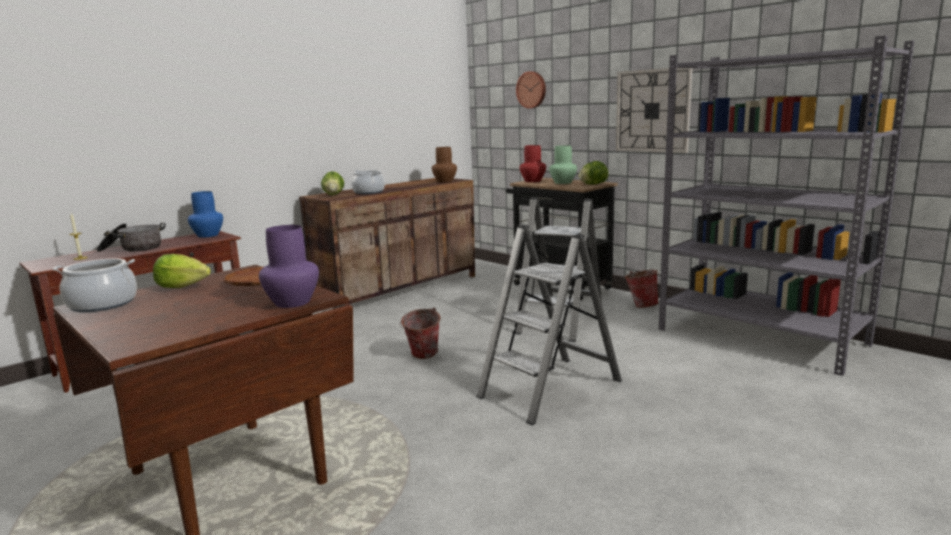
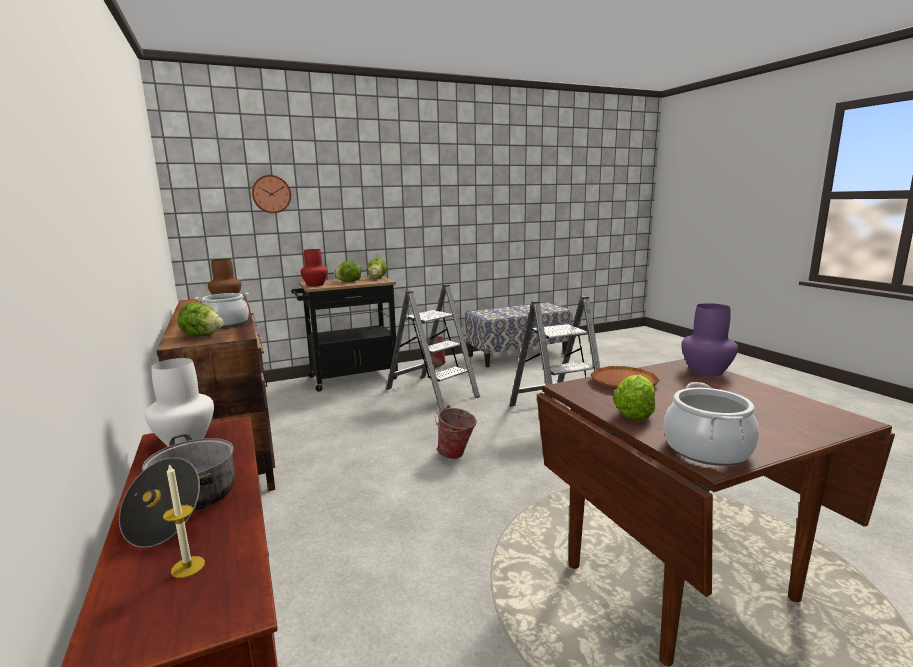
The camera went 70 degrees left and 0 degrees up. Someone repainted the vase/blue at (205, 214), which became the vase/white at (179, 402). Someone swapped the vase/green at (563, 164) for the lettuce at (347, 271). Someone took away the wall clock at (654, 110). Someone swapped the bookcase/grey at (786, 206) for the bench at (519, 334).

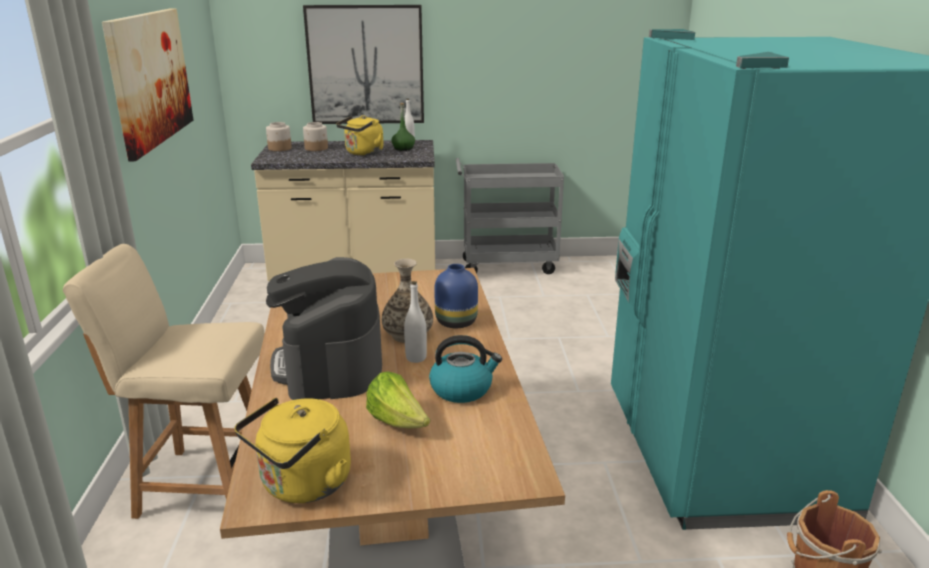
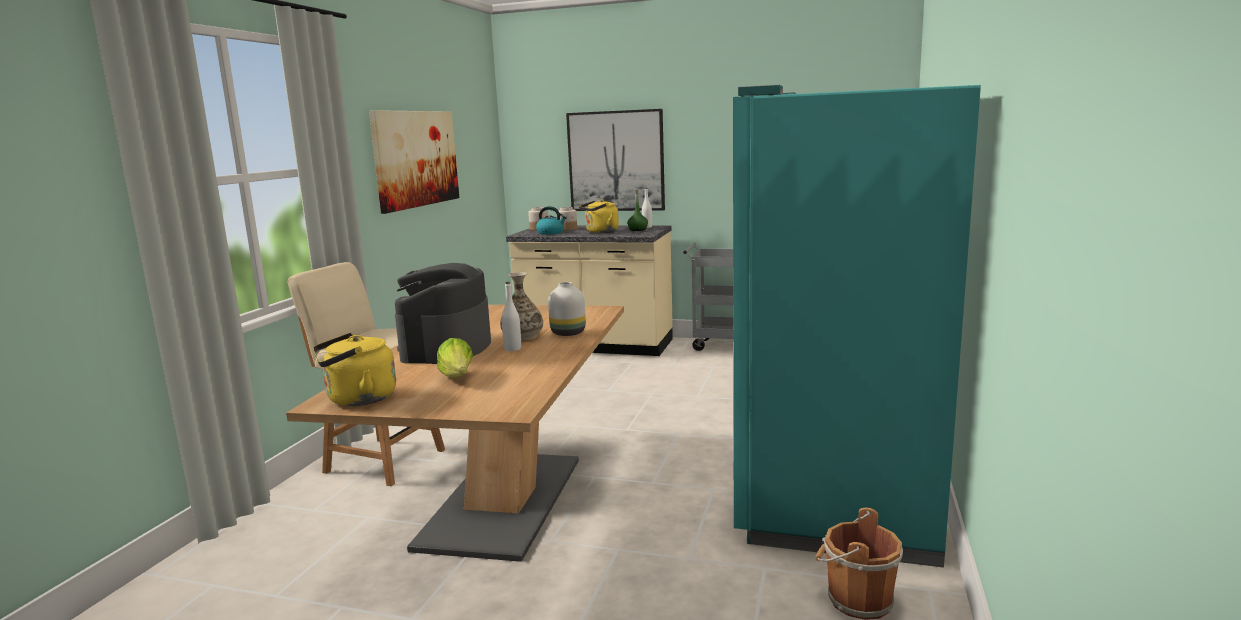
The camera went 20 degrees right and 10 degrees down. Someone carried the kettle from (465, 369) to (551, 220). Someone repainted the vase/blue at (456, 296), which became the vase/white at (567, 309).

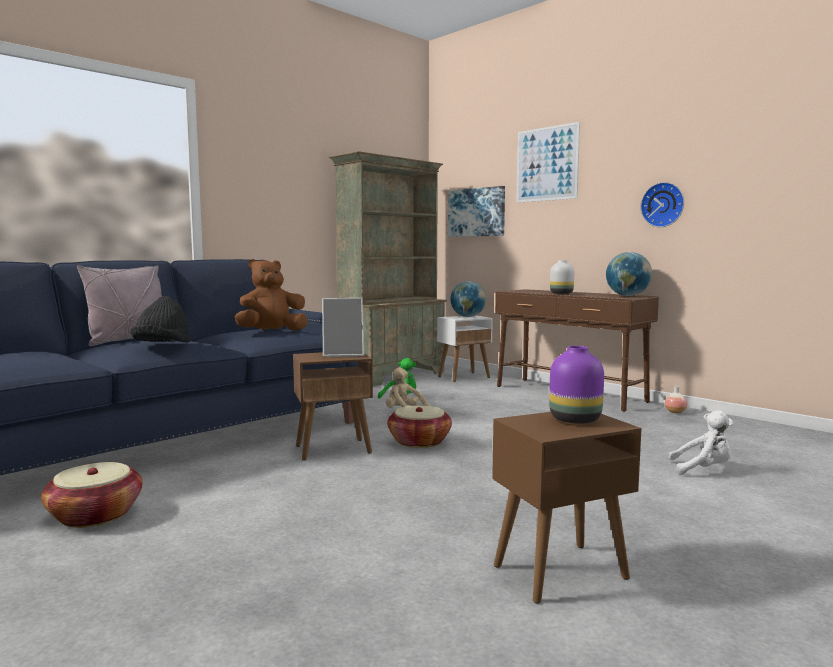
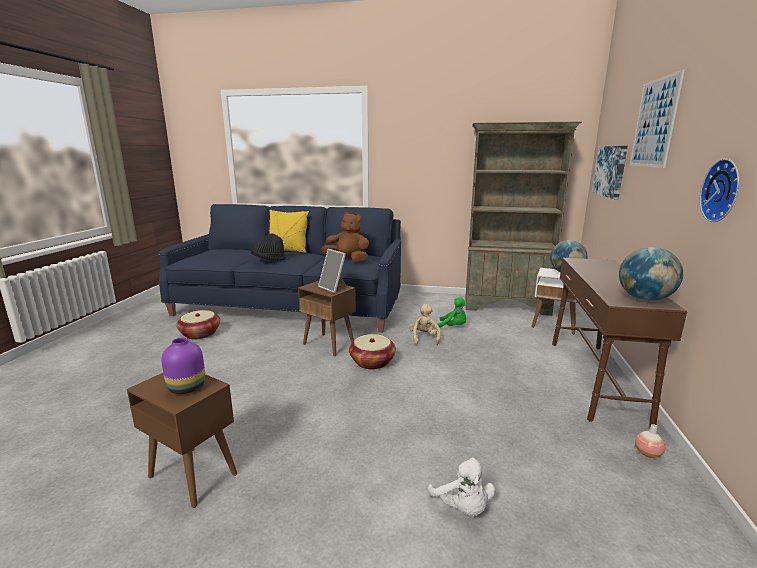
The camera went 55 degrees right and 10 degrees up. Someone repainted the pillow/purple at (119, 305), which became the pillow/yellow at (289, 231). Someone took away the vase/white at (562, 277).

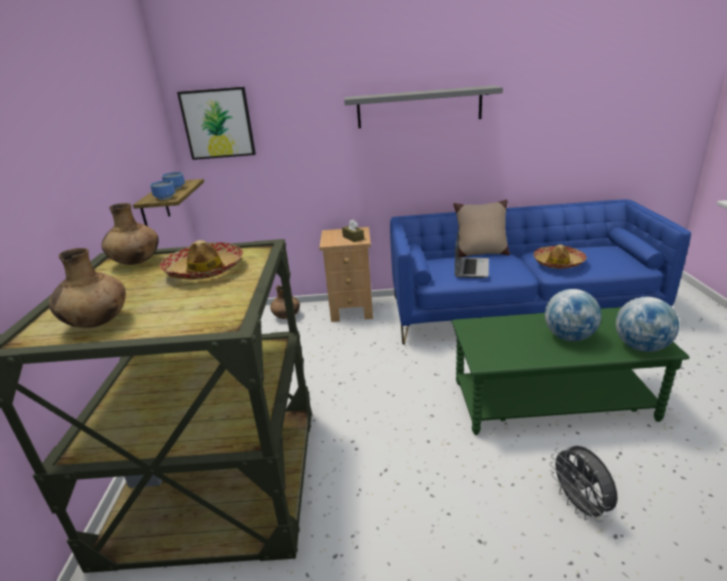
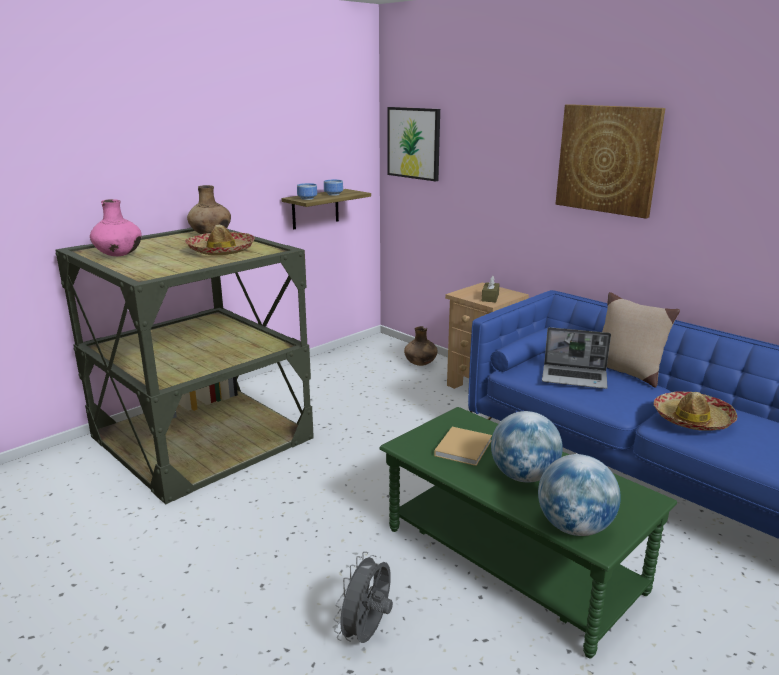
The camera went 45 degrees right and 5 degrees down. Someone repainted the vase/brown at (87, 288), which became the vase/pink at (116, 227). Someone swapped the shelf/grey at (423, 106) for the picture at (610, 161). Someone rotated the laptop at (472, 254) by 45 degrees clockwise. Someone put down the book/beige at (463, 446).

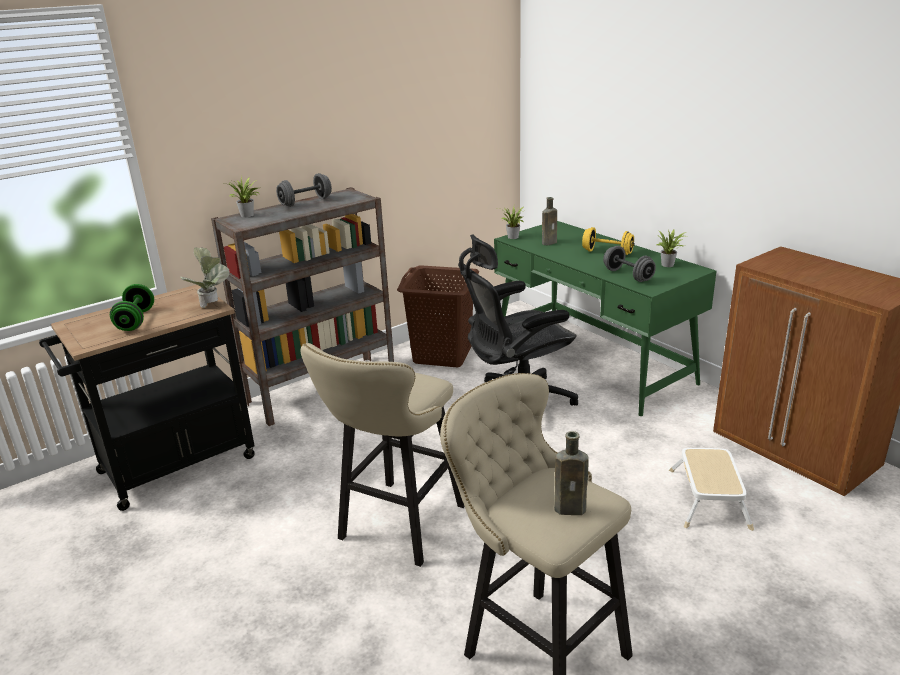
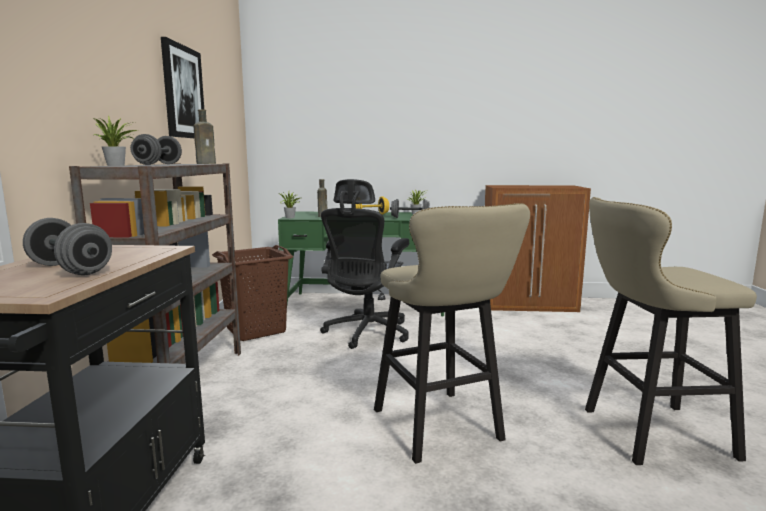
The camera went 50 degrees left and 15 degrees down. Someone repainted the dumbbell/green at (132, 307), which became the dumbbell/grey at (67, 246). Someone took away the potted plant at (205, 277). Someone carried the bottle/brown from (571, 473) to (205, 136). Someone took away the step ladder/beige at (711, 489). Someone put up the picture at (182, 87).

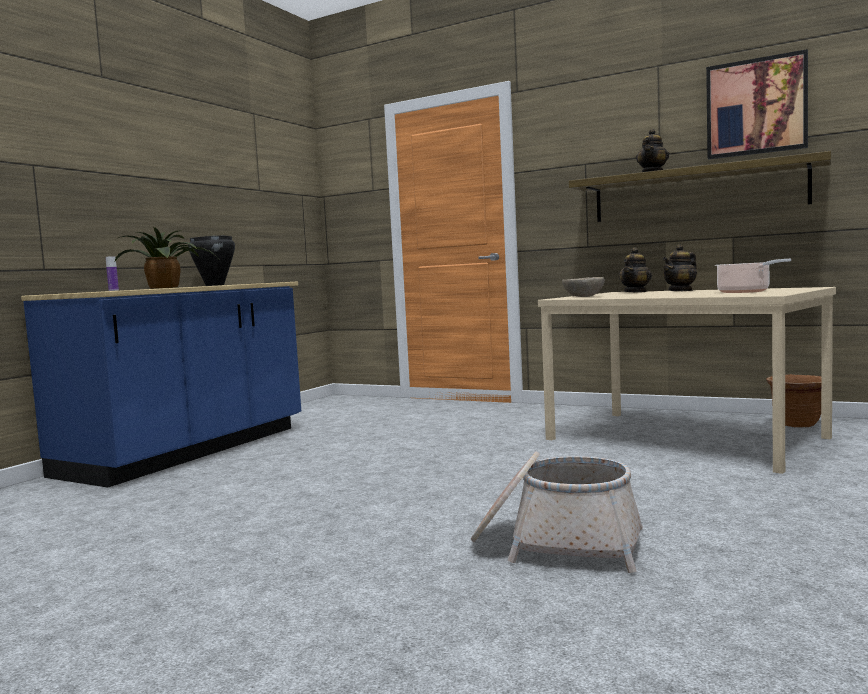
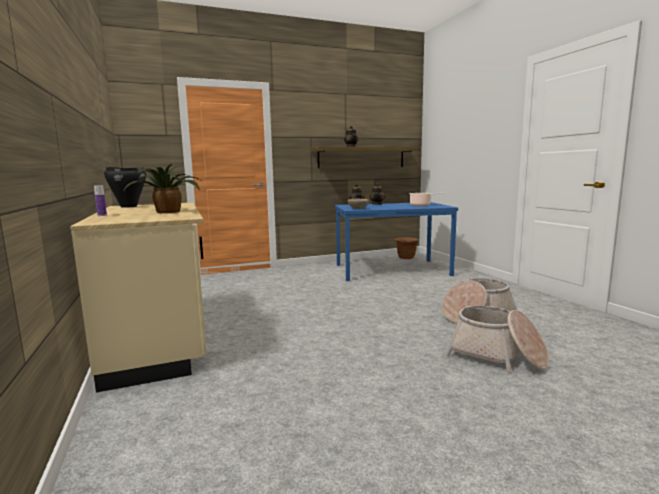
The camera went 50 degrees left and 5 degrees up. Someone repainted the counter/blue at (161, 385), which became the counter/beige at (138, 298). Someone repainted the dining table/beige at (687, 380), which became the dining table/blue at (396, 241). Someone took away the picture at (757, 104). Someone put down the basket at (497, 338).

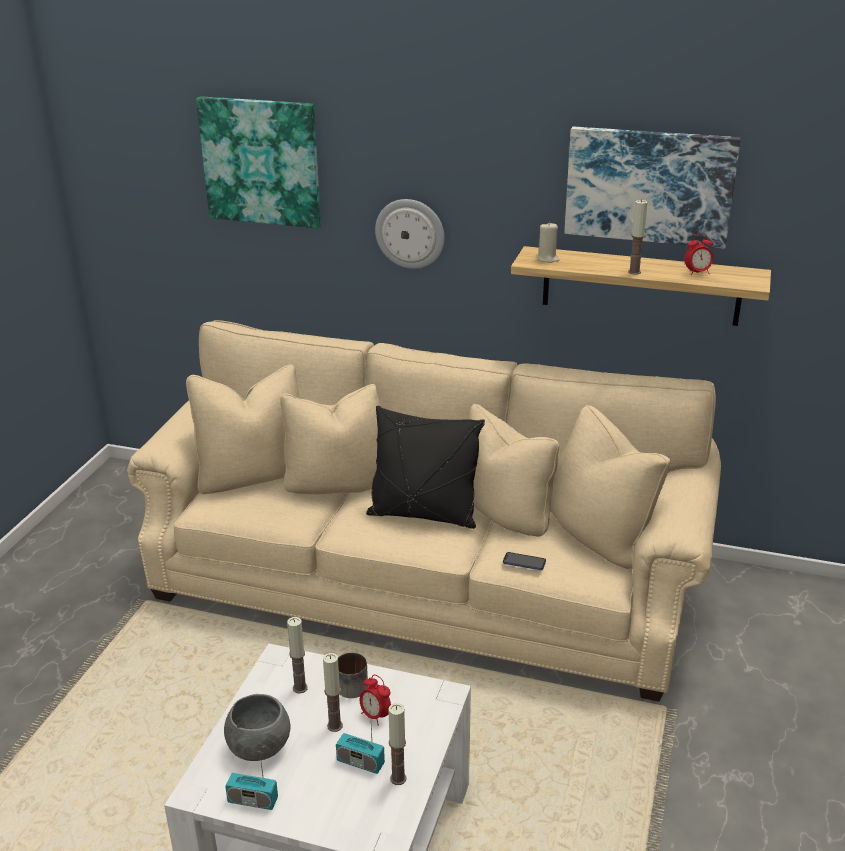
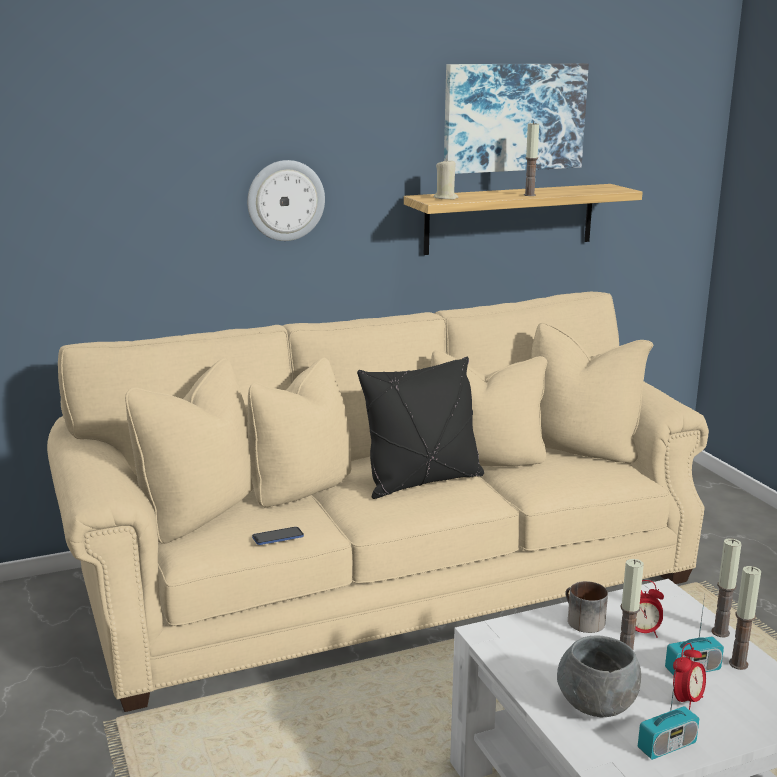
The camera went 40 degrees left and 10 degrees down. Someone took away the picture at (258, 162). Someone carried the candle from (297, 655) to (726, 587). Someone carried the phone from (524, 561) to (278, 536). Someone carried the alarm clock from (699, 254) to (689, 676).

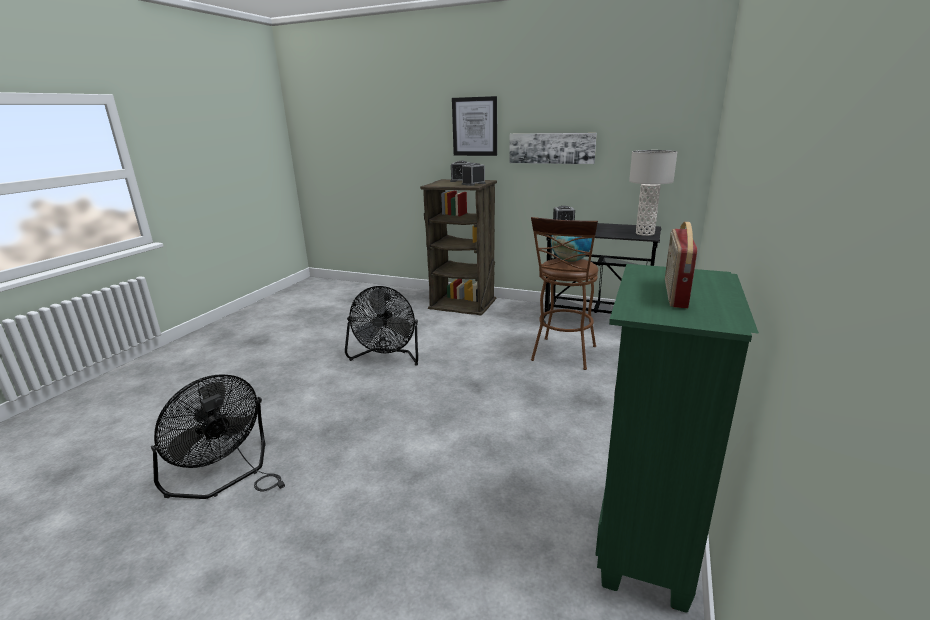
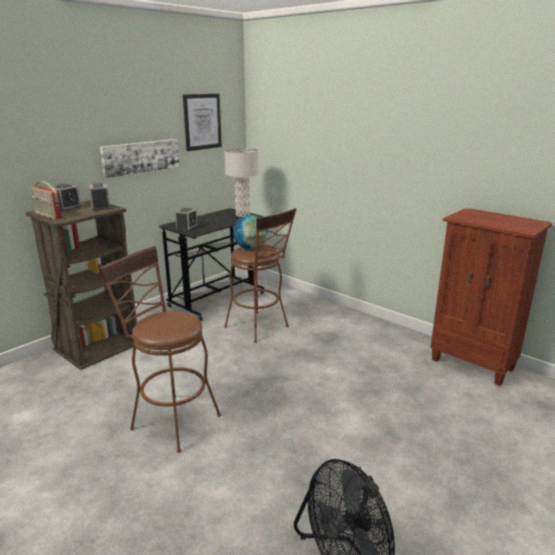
The camera went 70 degrees left and 0 degrees up. Someone swapped the fan/black at (381, 326) for the stool/brown at (160, 349). Someone carried the picture from (474, 126) to (202, 122). Someone repainted the cabinet/green at (677, 438), which became the cabinet/brown at (491, 297). Someone carried the radio from (681, 265) to (46, 200).

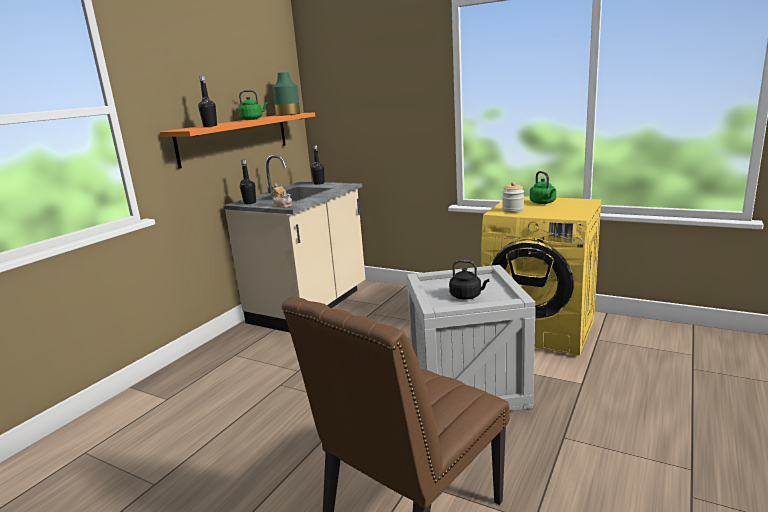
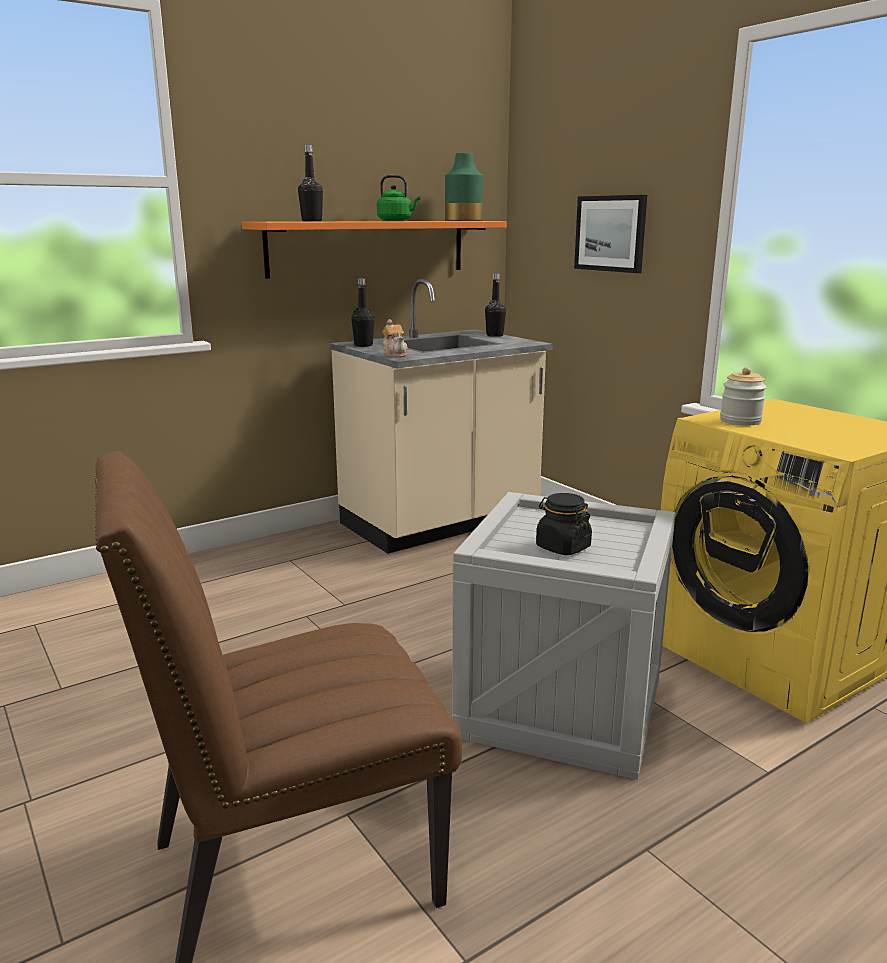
The camera went 25 degrees right and 0 degrees up. Someone swapped the kettle/black at (469, 280) for the jar/black at (564, 524). Someone took away the kettle/green at (543, 187). Someone put up the picture at (610, 234).

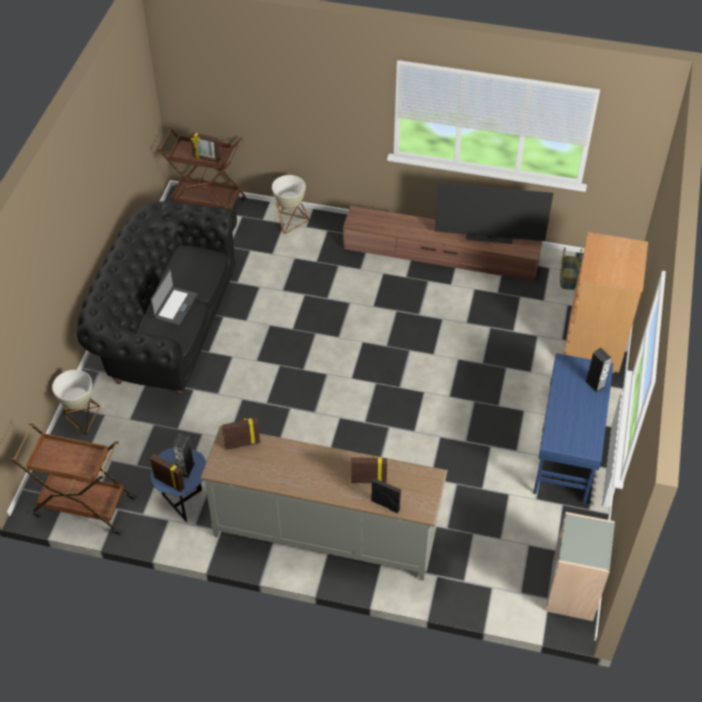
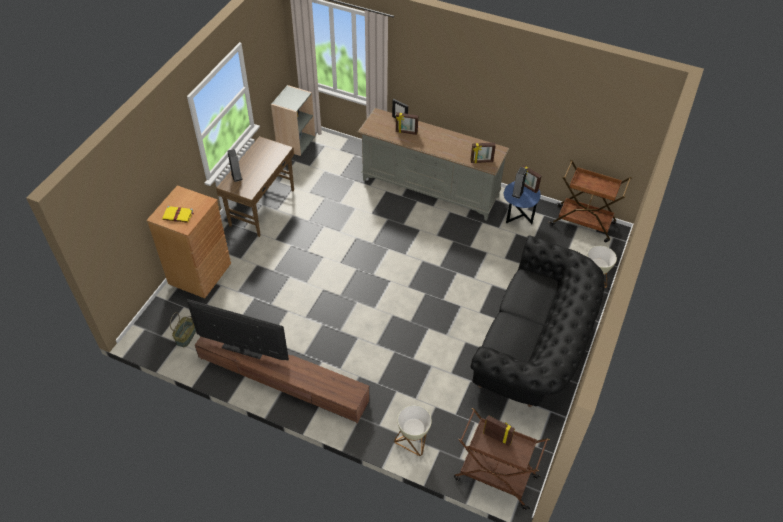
The camera went 170 degrees left and 0 degrees up. Someone took away the laptop at (174, 297). Someone repainted the console table/blue at (573, 428), which became the console table/brown at (255, 186). Someone put down the book/yellow at (178, 214).

